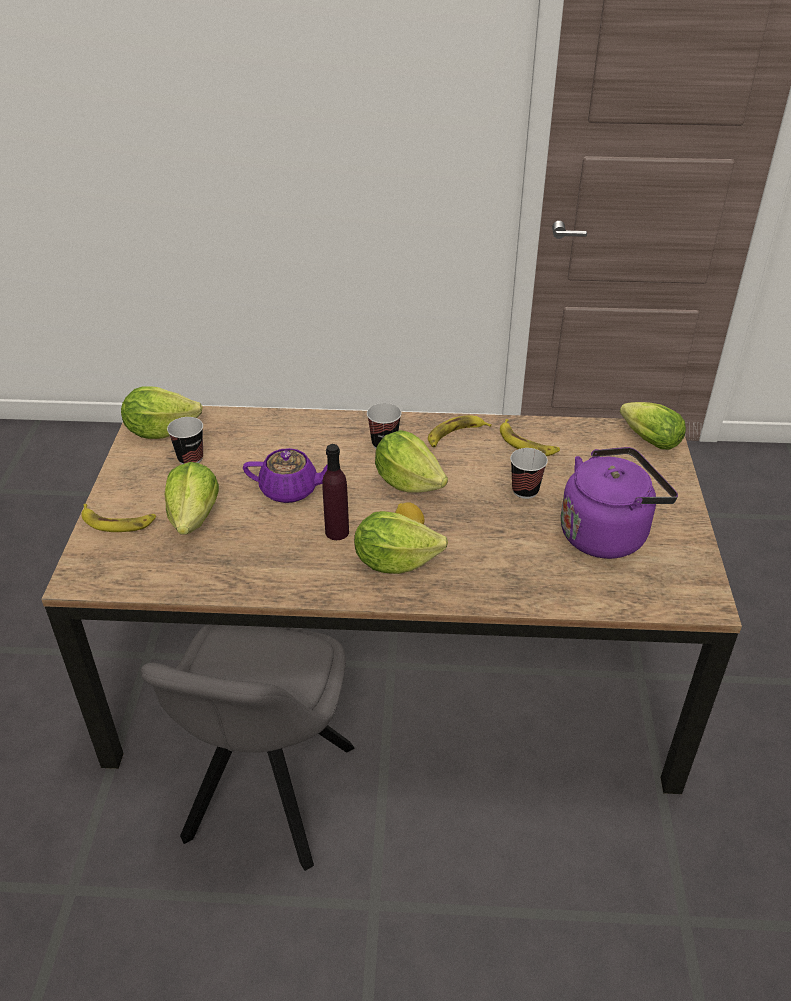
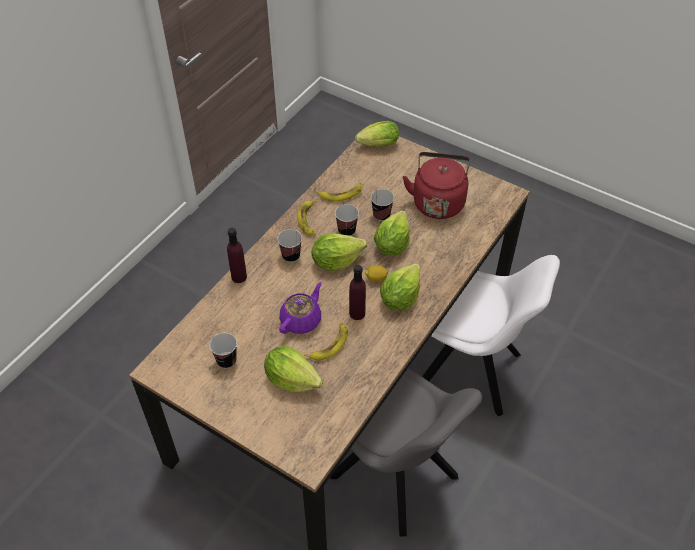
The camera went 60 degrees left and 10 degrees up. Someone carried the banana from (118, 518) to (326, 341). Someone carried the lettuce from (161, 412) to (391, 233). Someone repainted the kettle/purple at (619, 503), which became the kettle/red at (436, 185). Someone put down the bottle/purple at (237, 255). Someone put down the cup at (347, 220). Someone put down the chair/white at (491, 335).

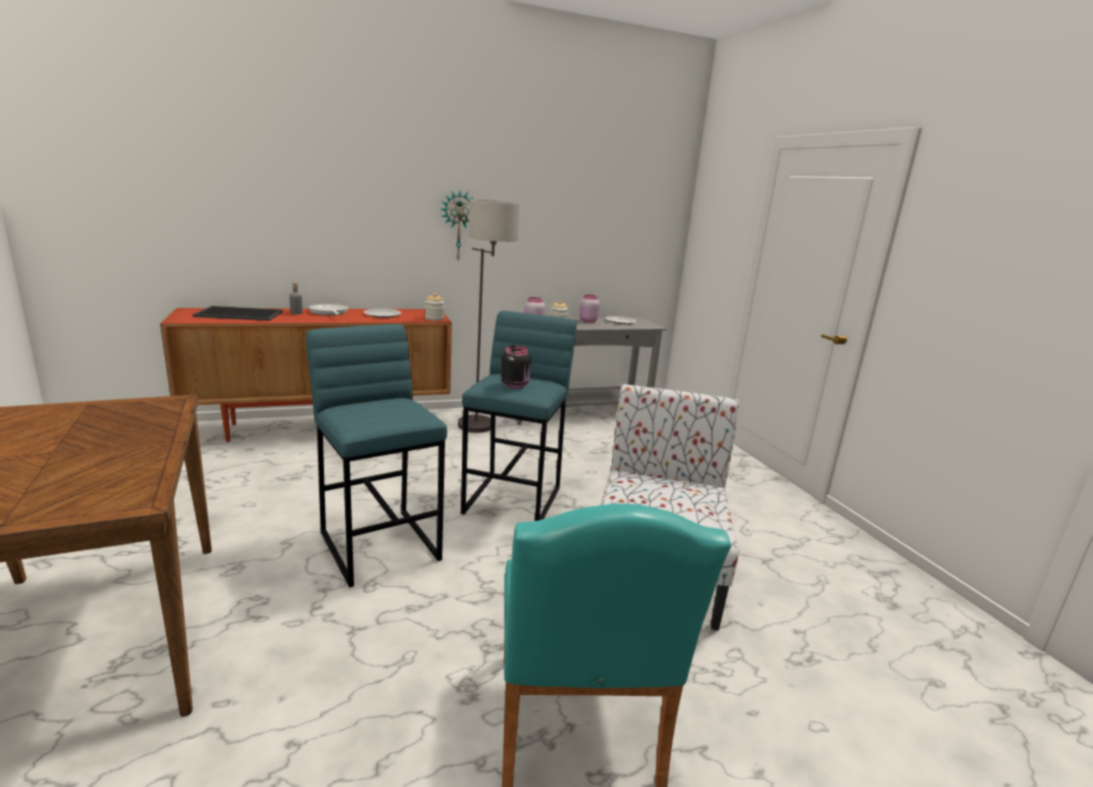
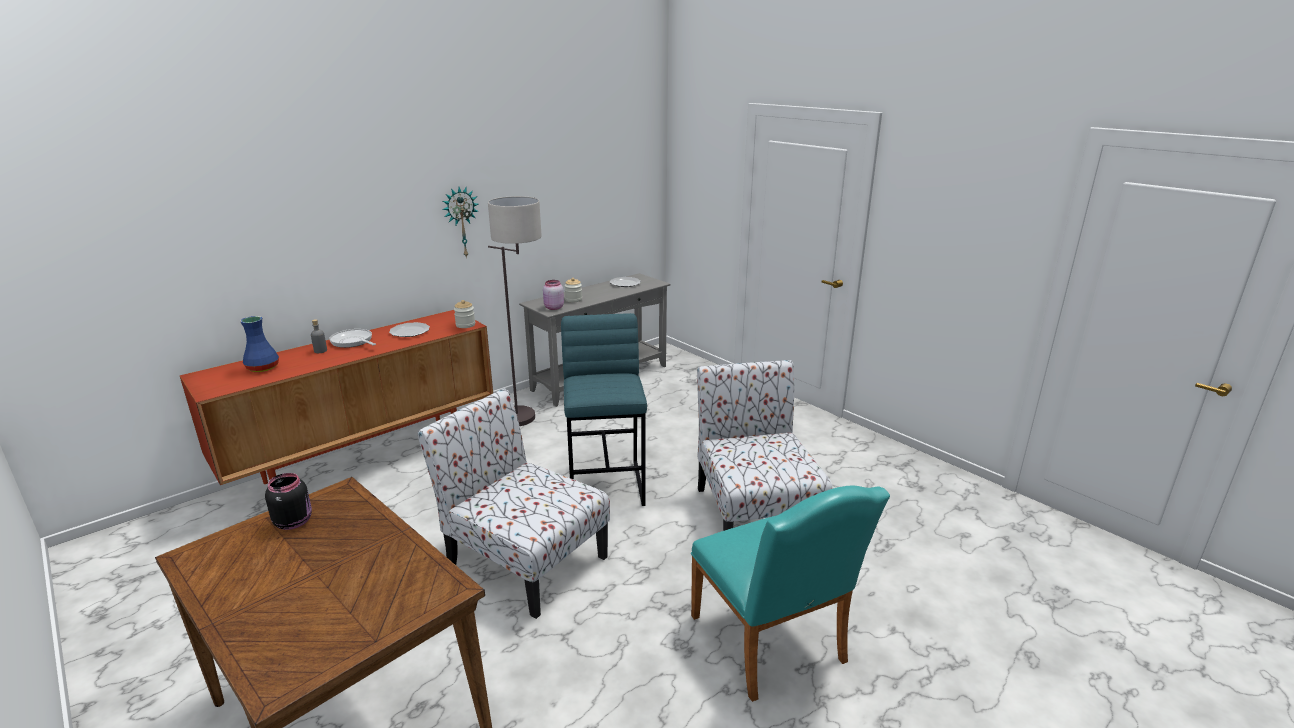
The camera went 20 degrees left and 5 degrees up. Someone swapped the tray at (237, 313) for the vase/blue at (259, 344). Someone swapped the stool/turquoise at (376, 456) for the chair at (514, 504). Someone carried the jar/black from (516, 367) to (288, 501). Someone took away the jar/pink at (589, 309).

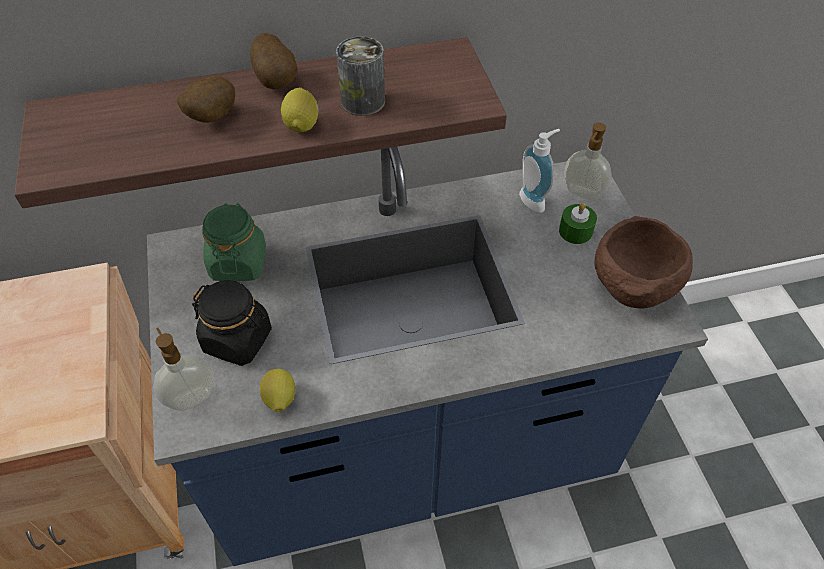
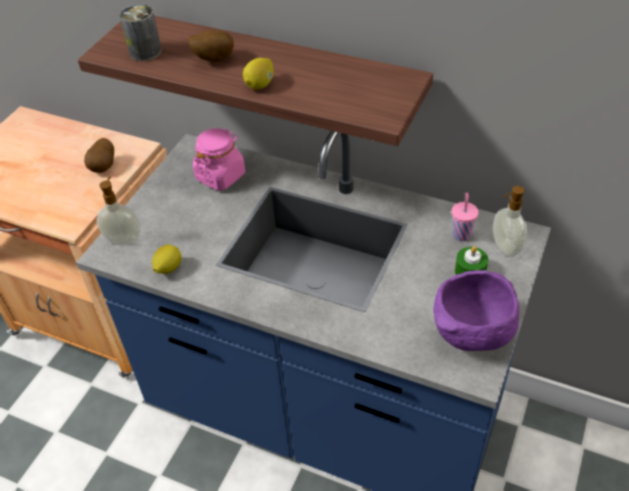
The camera went 40 degrees right and 5 degrees down. Someone took away the jar/black at (232, 323). Someone repainted the jar/green at (234, 241), which became the jar/pink at (219, 159). Someone carried the potato from (273, 61) to (99, 155). Someone carried the can from (360, 76) to (140, 32). Someone swapped the soap dispenser at (539, 171) for the cup/pink at (465, 217). Someone repainted the bowl/brown at (643, 262), which became the bowl/purple at (476, 310).

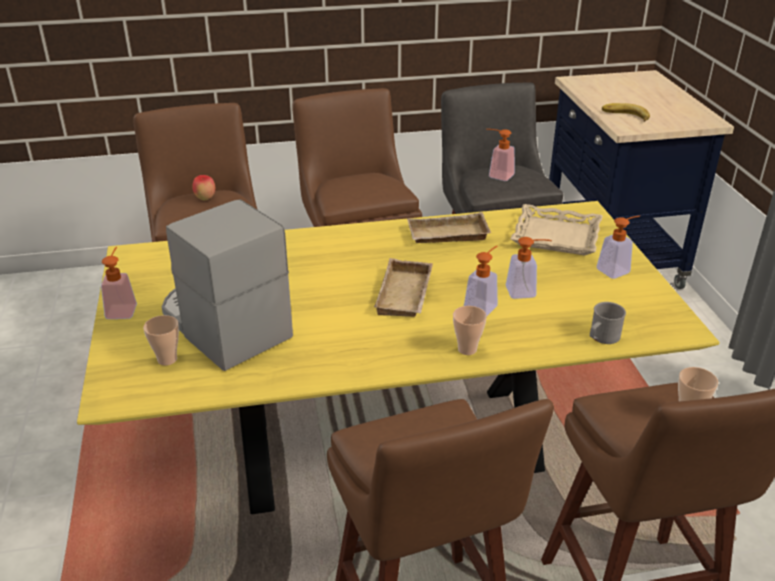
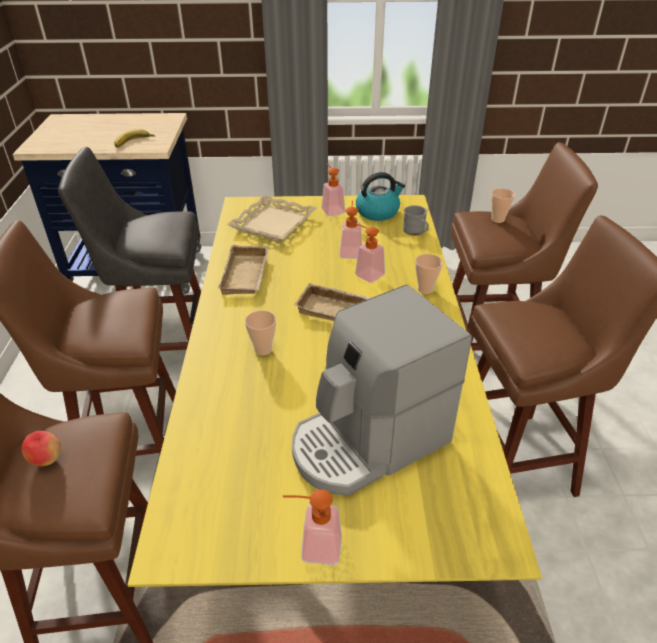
The camera went 80 degrees left and 5 degrees up. Someone carried the cup from (161, 340) to (260, 332). Someone took away the soap dispenser at (500, 155). Someone put down the kettle at (380, 196).

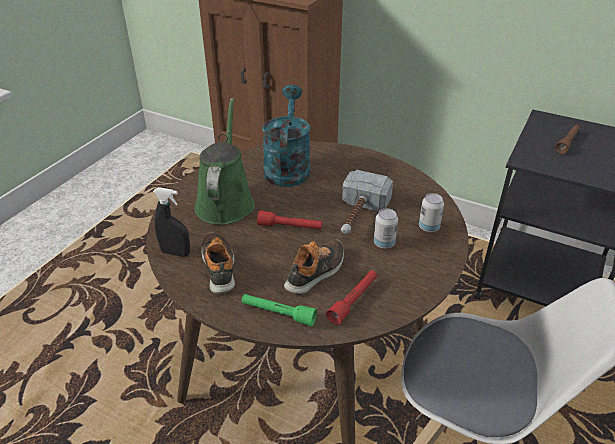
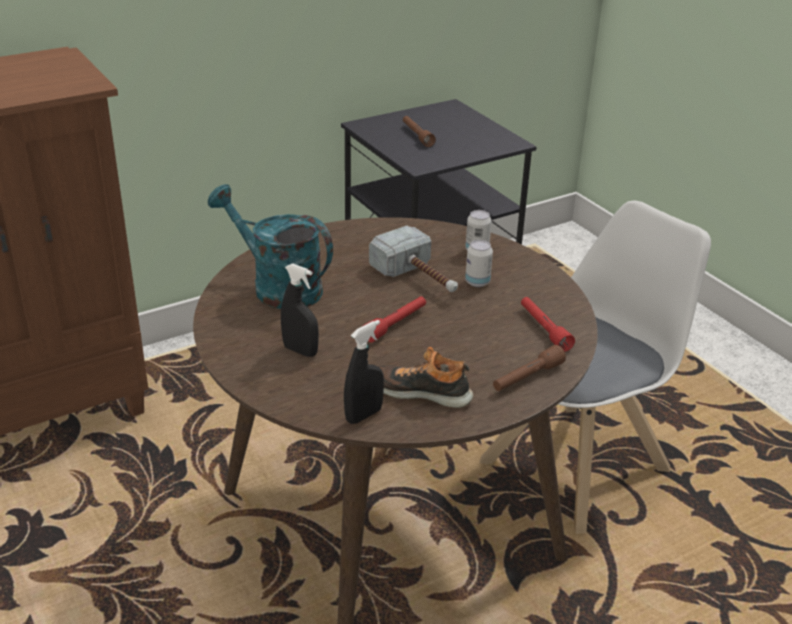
The camera went 60 degrees left and 5 degrees down. Someone swapped the watering can/green at (224, 161) for the spray bottle/black at (300, 310). Someone repainted the flashlight/green at (279, 310), which became the flashlight/brown at (529, 368). Someone took away the shoe at (314, 267).

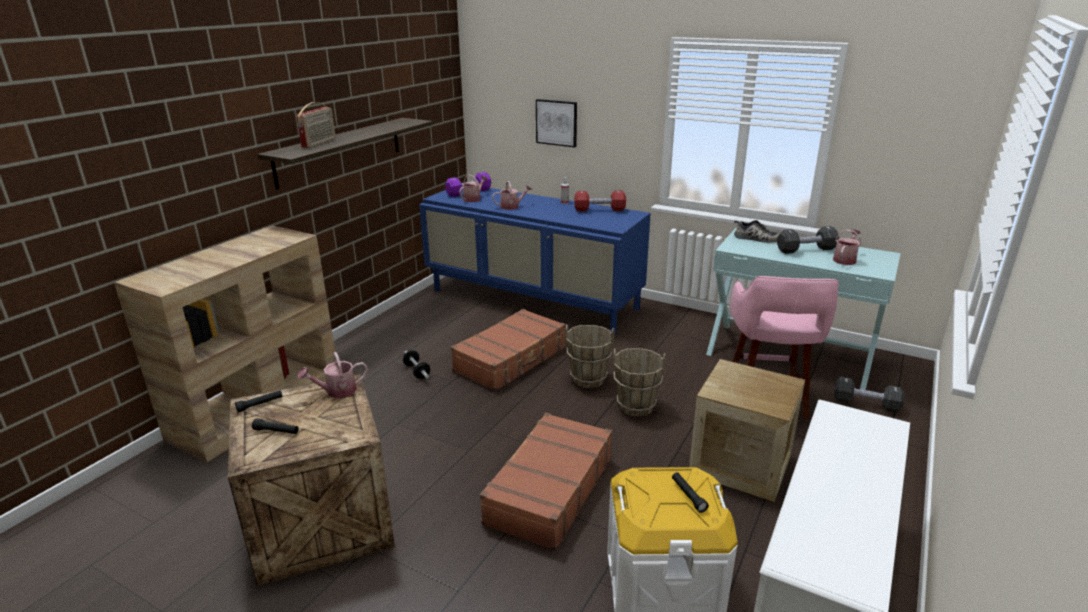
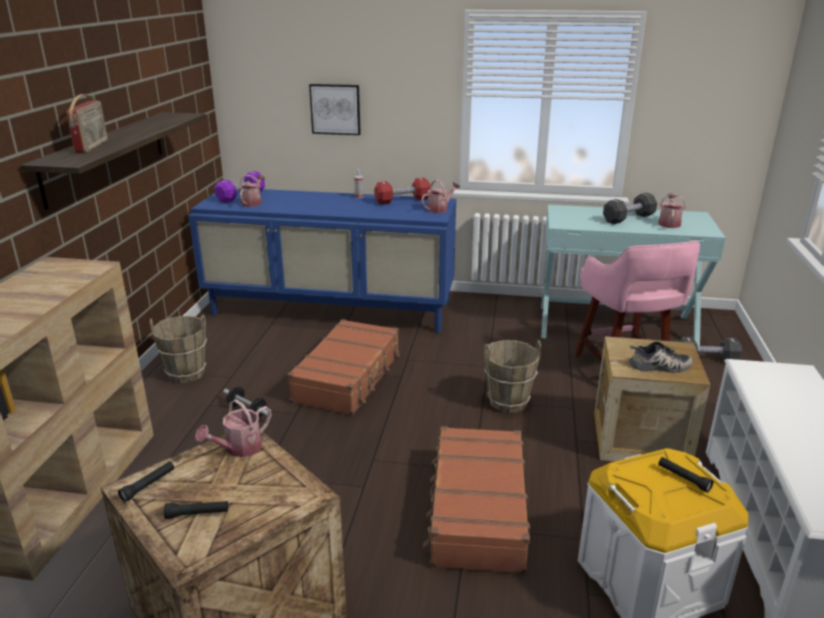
The camera went 20 degrees left and 0 degrees up. Someone carried the watering can from (512, 195) to (440, 196). Someone carried the bucket/brown from (590, 356) to (178, 349). Someone carried the shoe from (757, 231) to (661, 357).

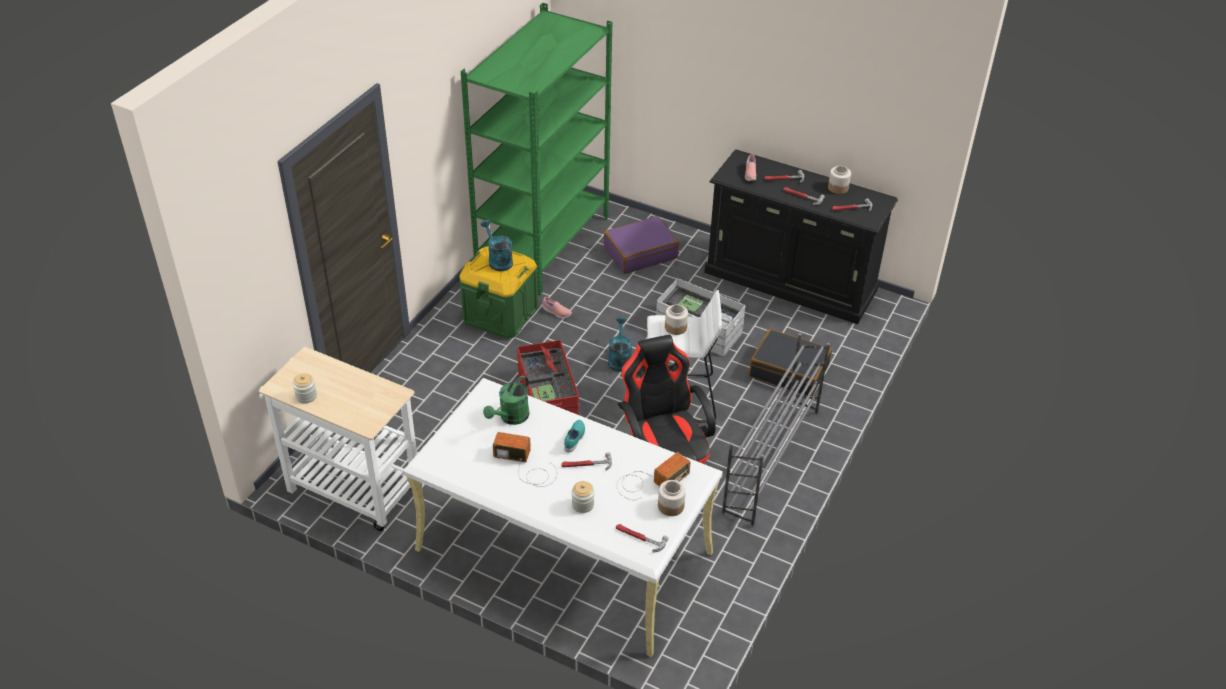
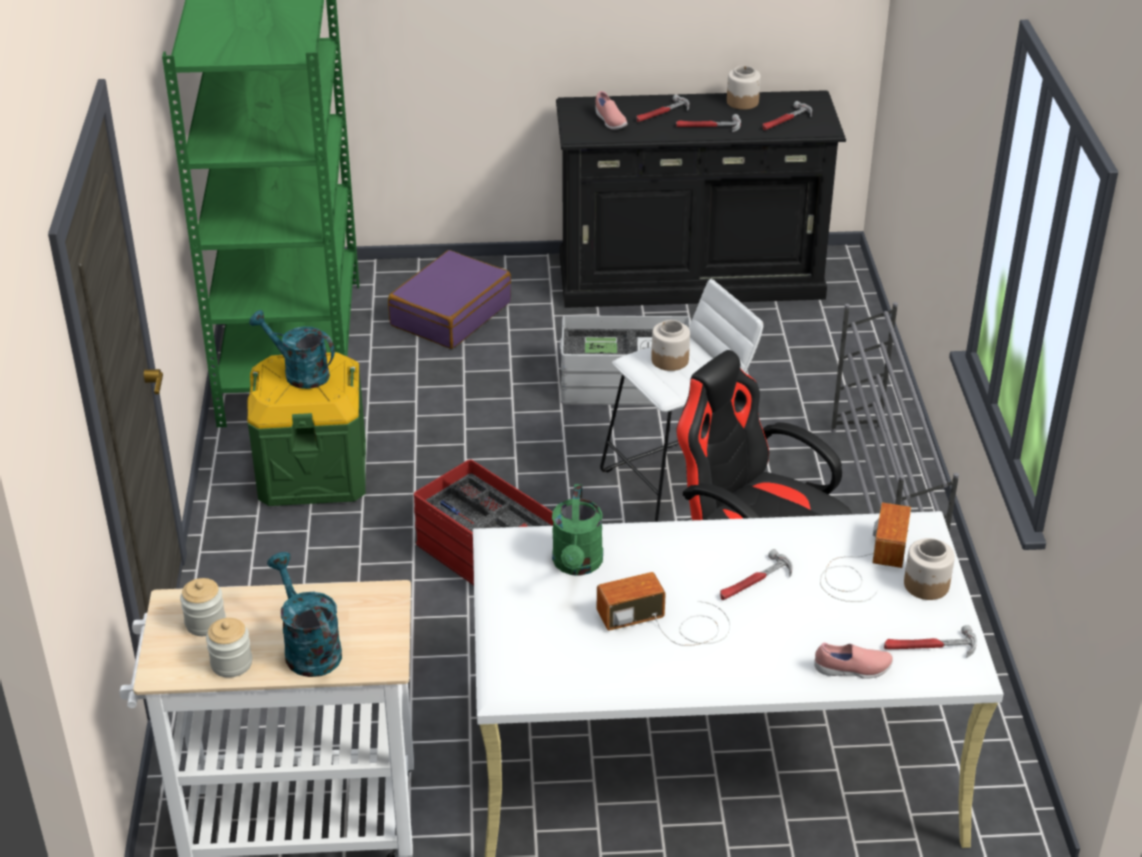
The camera went 30 degrees left and 5 degrees down. Someone carried the shoe/pink from (557, 307) to (853, 661). Someone took away the shoe/turquoise at (574, 436). Someone carried the jar from (583, 497) to (203, 607). Someone carried the watering can/turquoise from (620, 344) to (304, 614). Someone took away the suitcase/black at (790, 362).

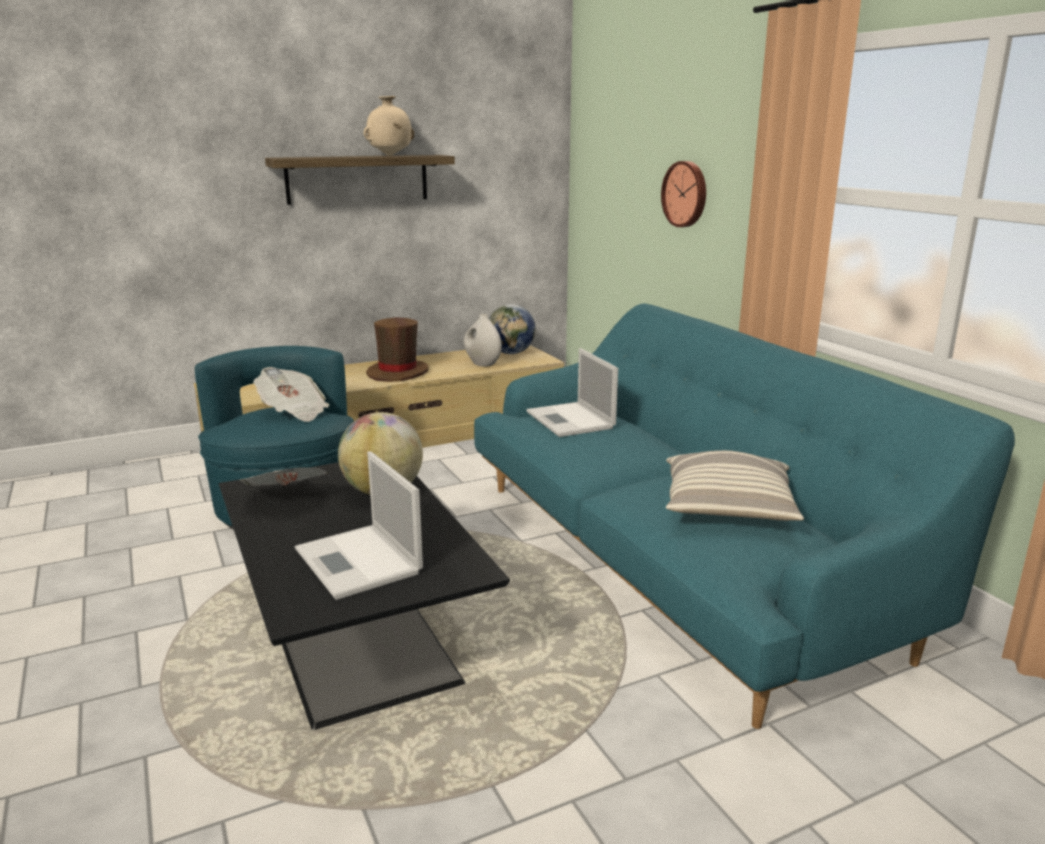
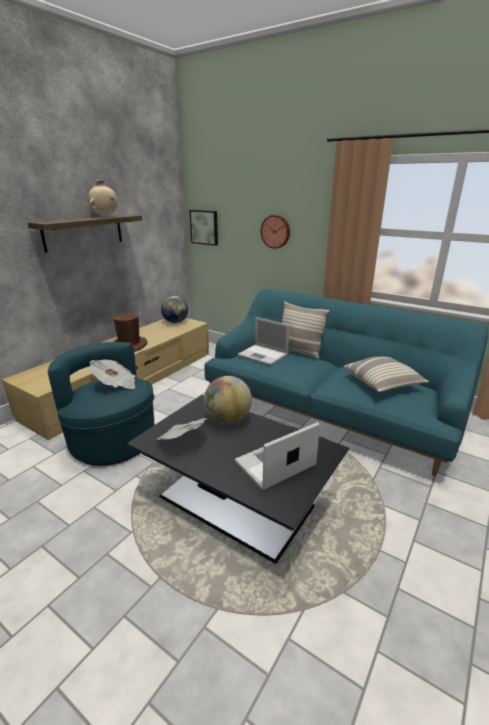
The camera went 30 degrees left and 5 degrees up. Someone rotated the laptop at (359, 525) by 120 degrees clockwise. Someone took away the vase/white at (482, 340). Someone put up the picture at (203, 228). Someone put down the pillow at (306, 330).

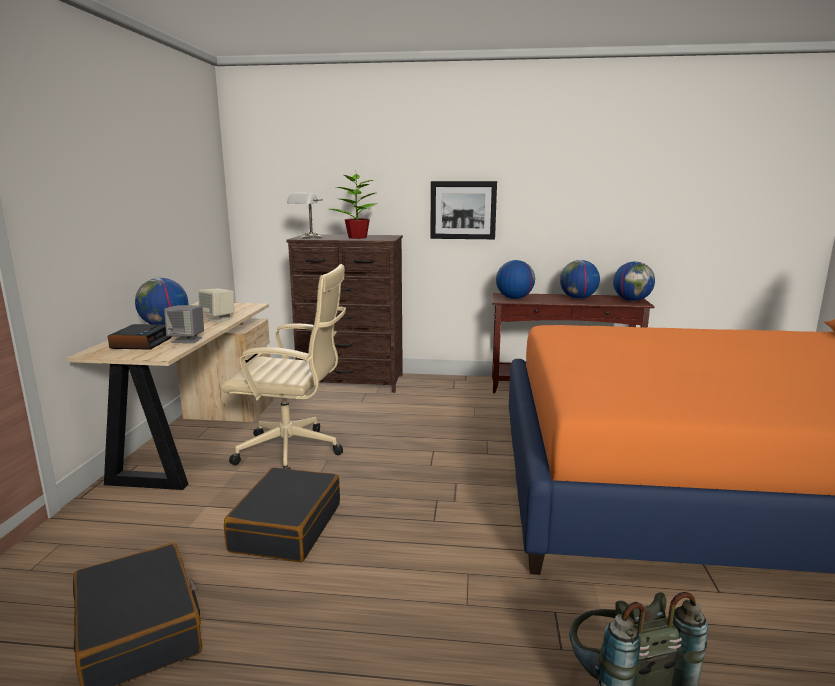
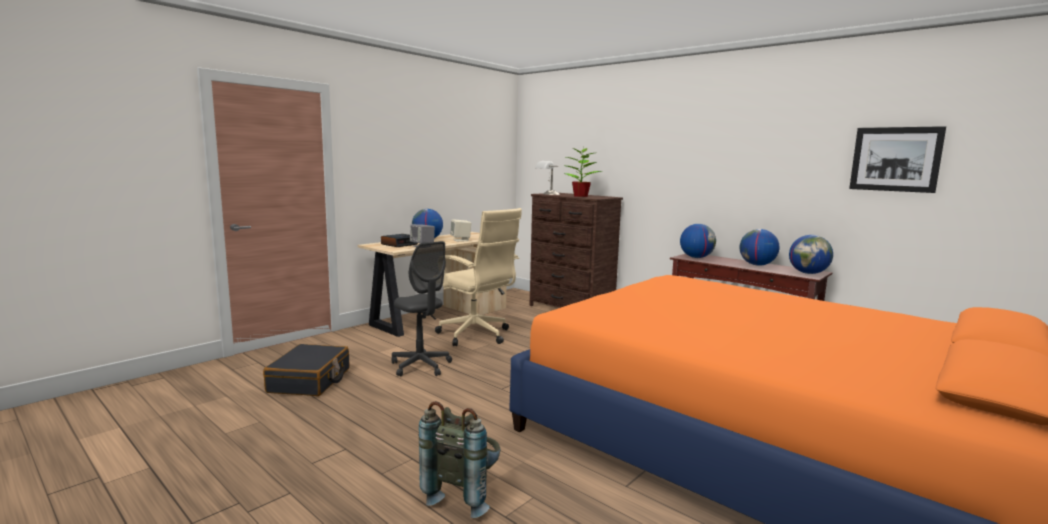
The camera went 35 degrees right and 5 degrees down. Someone swapped the suitcase/black at (282, 514) for the office chair/grey at (421, 309). Someone carried the picture from (463, 210) to (897, 159).

